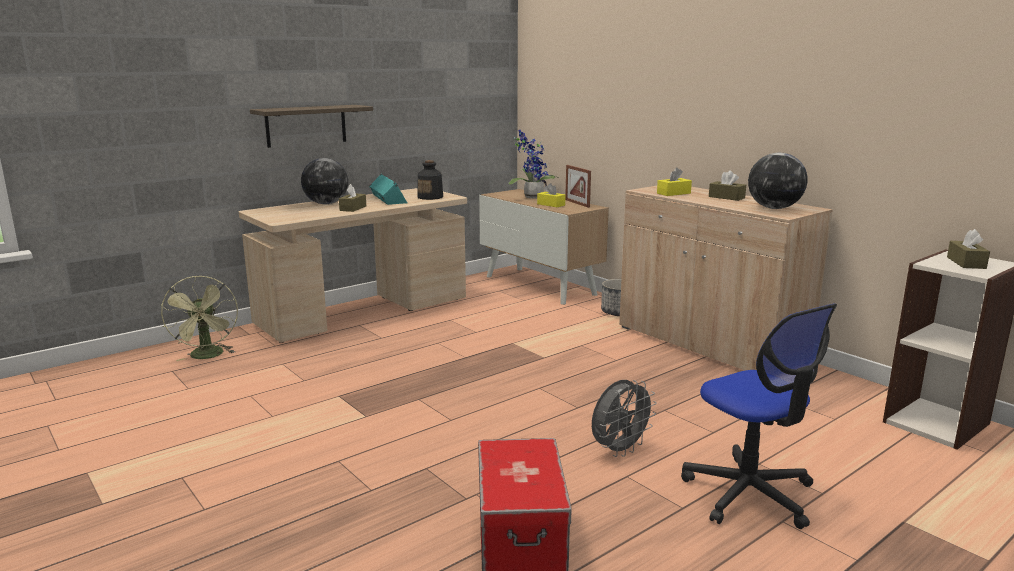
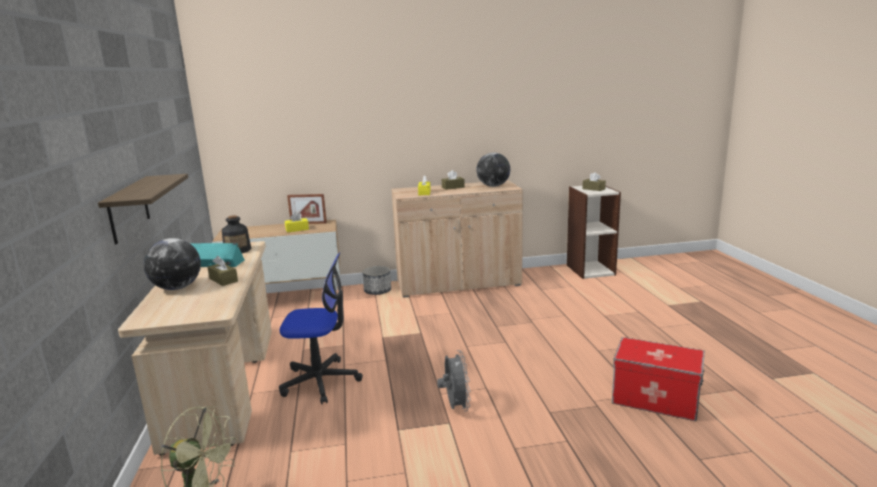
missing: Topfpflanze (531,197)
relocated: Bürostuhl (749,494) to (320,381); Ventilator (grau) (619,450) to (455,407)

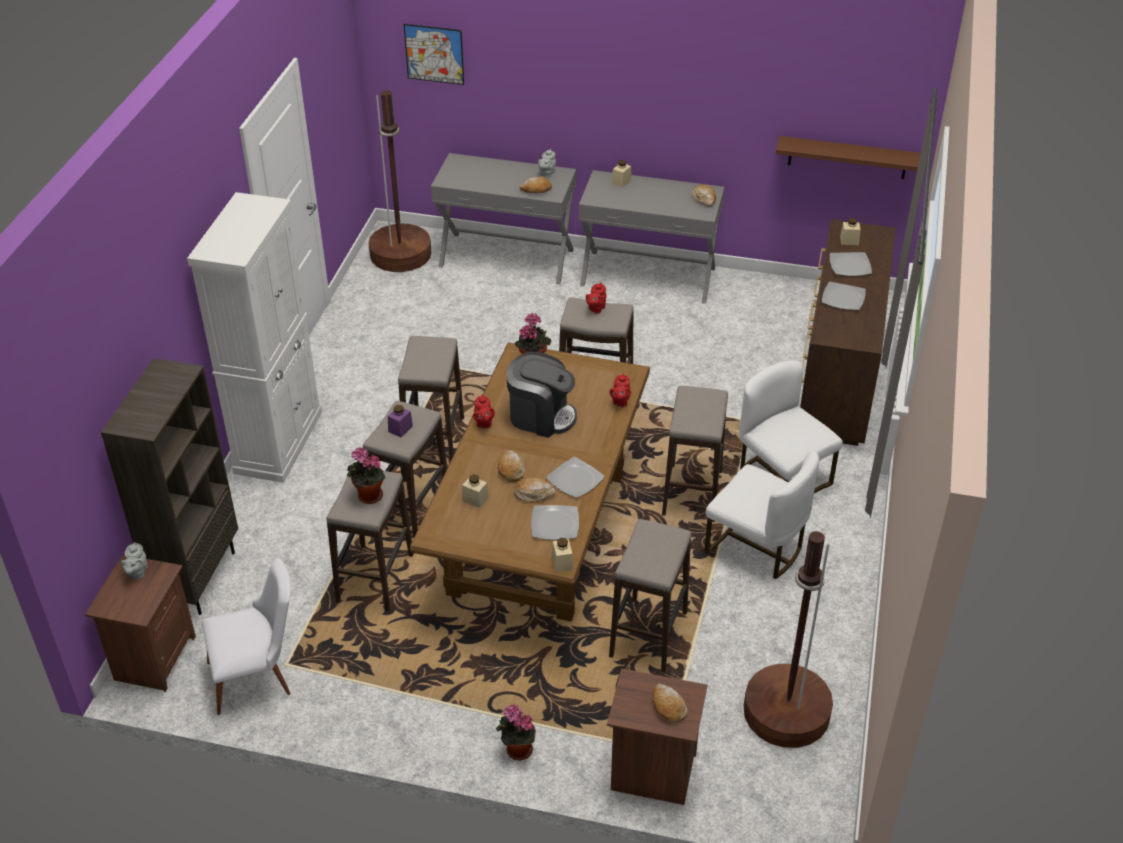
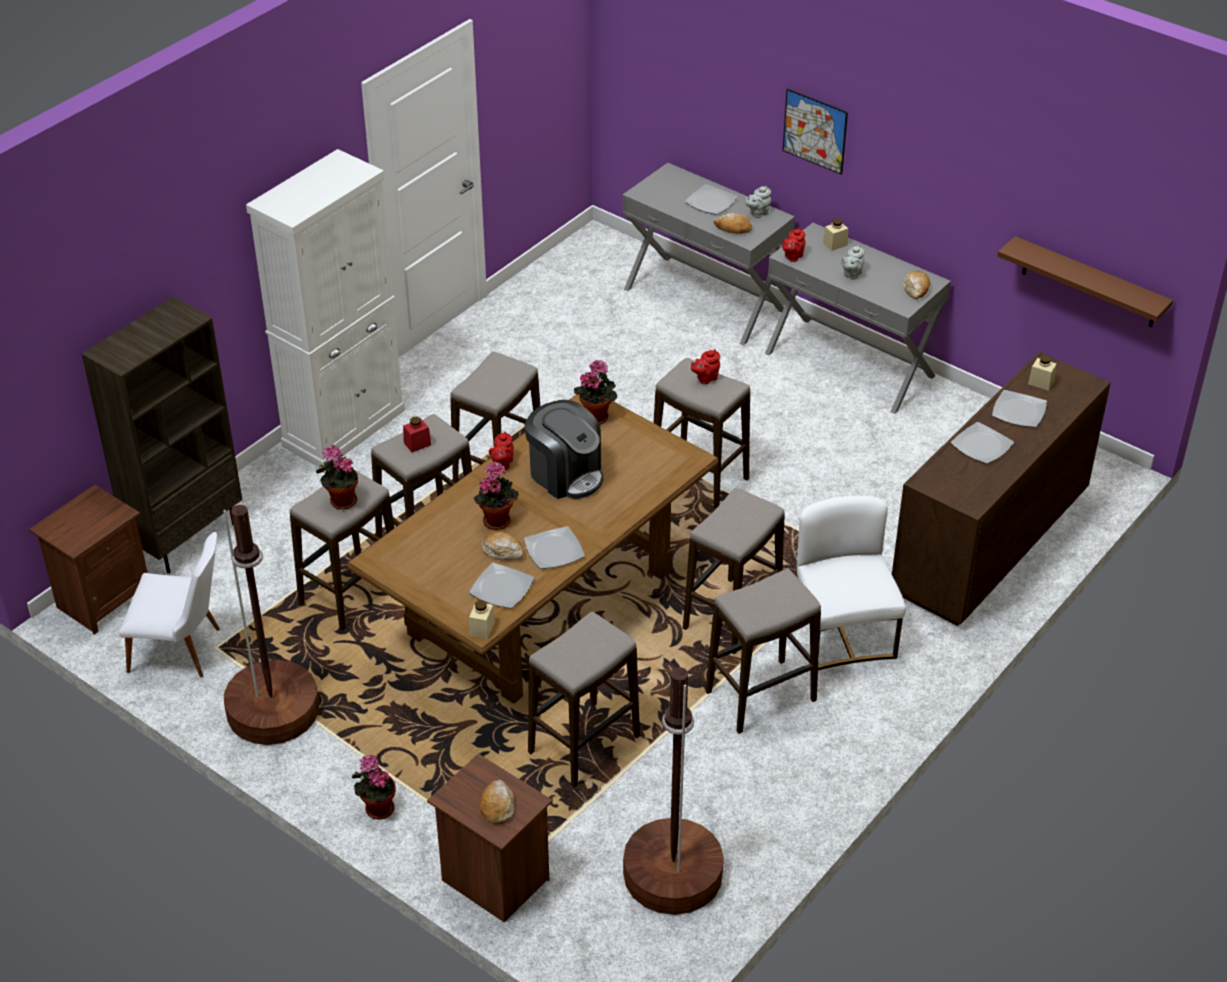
missing: Vorratsglas (beige) (475,499)
appeared: Teller (710,202)
relocated: Bild (434,54) to (815,131); Stehlampe (braun) (401,254) to (273,710); Teekanne (rot) (620,402) to (792,257); Teekanne (grau) (137,573) to (851,274)
exchanged: Brot (511,470) to Topfpflanze (496,519); Stuhl (weiß) (756,548) to Hocker (761,696)
colour: Vorratsglas (lila) (400,429) to Vorratsglas (rot) (417,444)

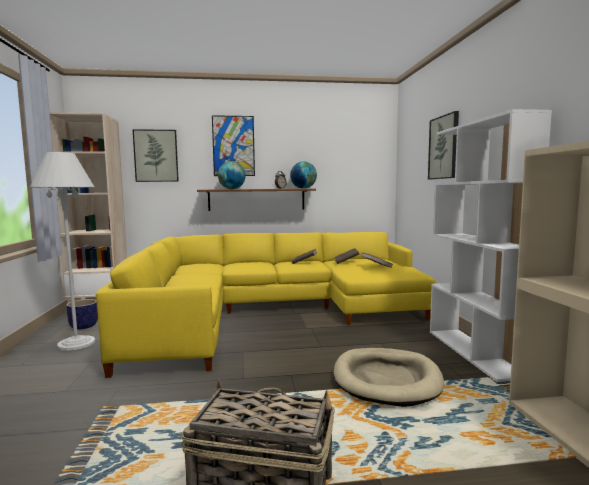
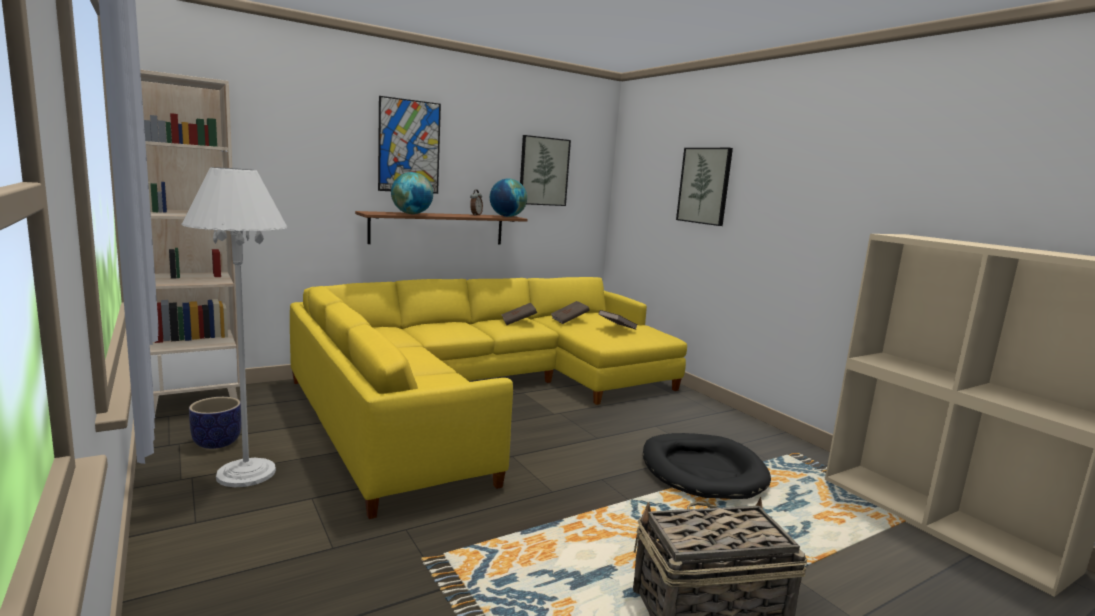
missing: Bücherregal (weiß) (475,352)
relocated: Bild (156,156) to (543,171)
colour: Hundebett (beige) (386,379) to Hundebett (schwarz) (702,470)

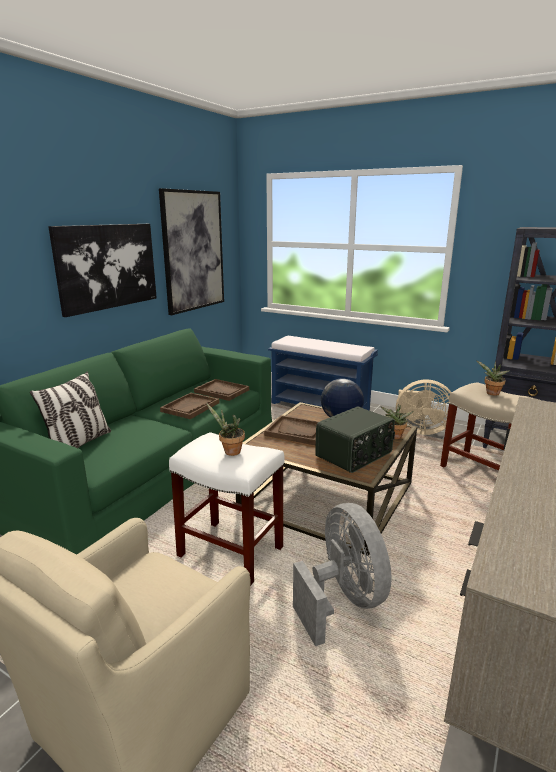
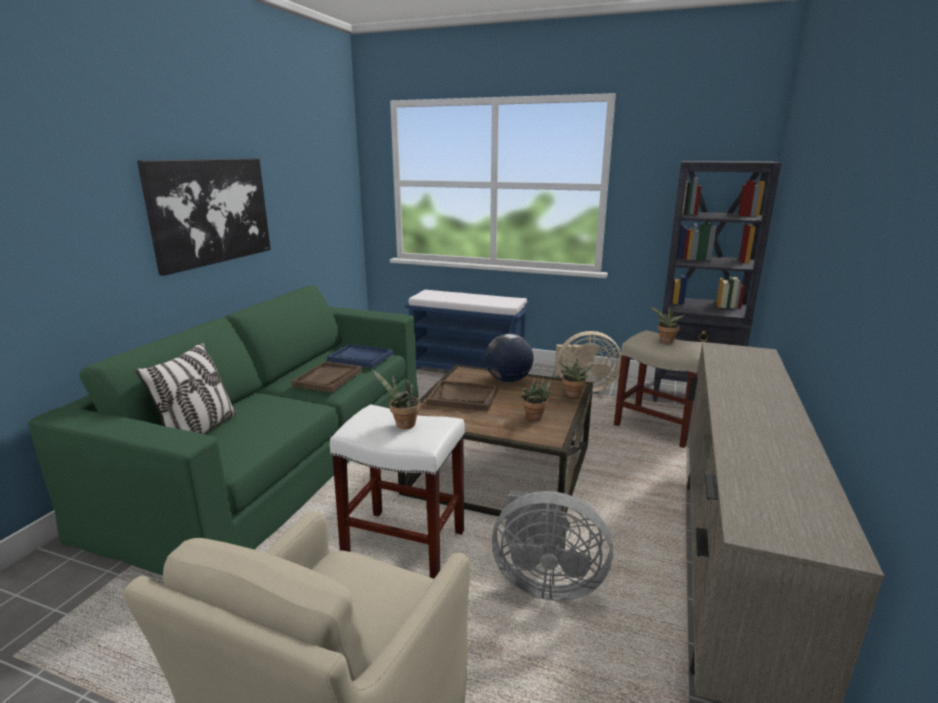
missing: Bild (193,251)
exchanged: Radio (355,455) to Topfpflanze (535,418)
colour: Tablett (braun) (222,391) to Tablett (blau) (361,357)
spun: Ventilator (grau) (343,600) = (545,582) 135 degrees clockwise

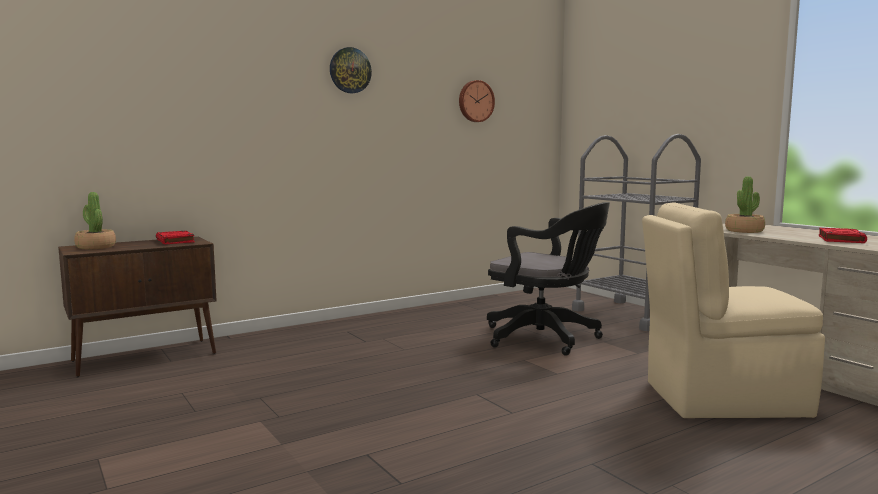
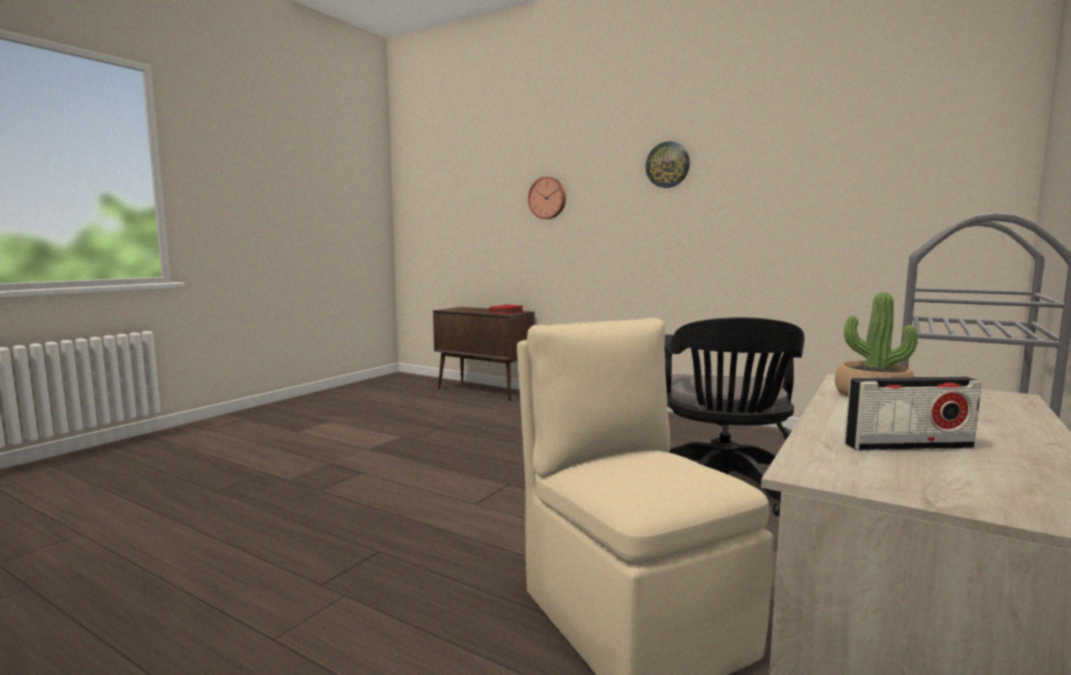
missing: Topfpflanze (95,247)
relocated: Wanduhr (475,101) to (548,198)
exchanged: Buch (rot) (840,239) to Radio (908,446)

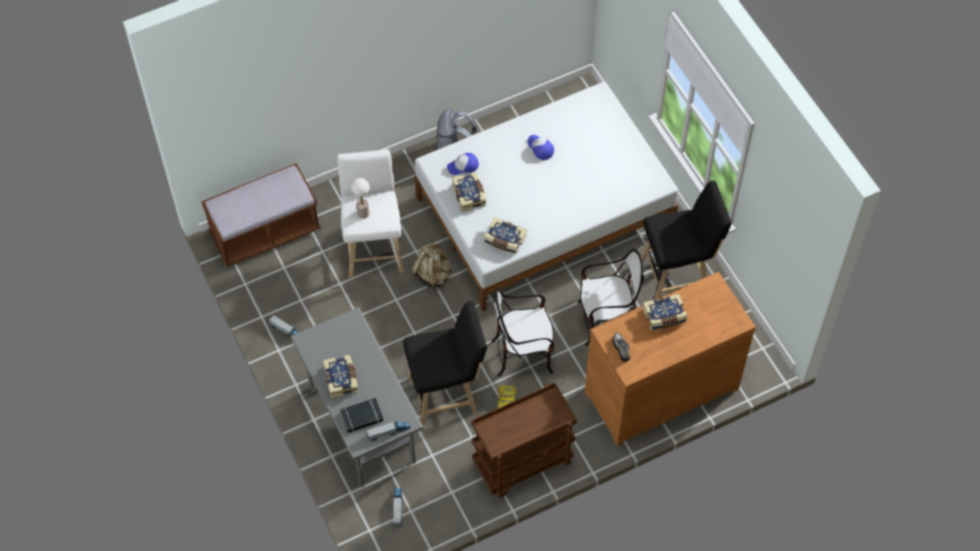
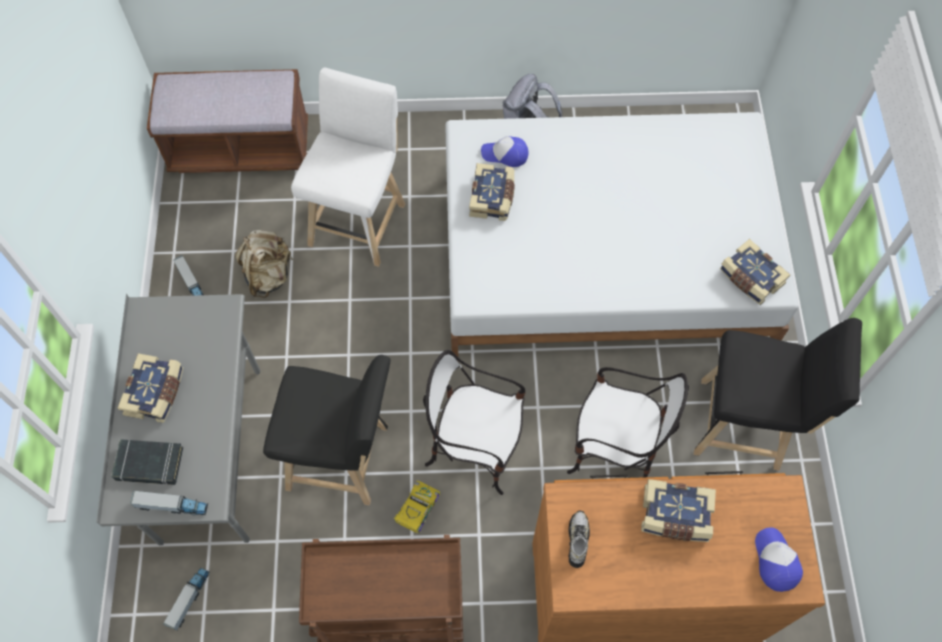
missing: Tischlampe (363,213)
relocated: Kappe (540,148) to (775,561); Buch (504,240) to (750,278); Rucksack (beige) (433,275) to (268,275)

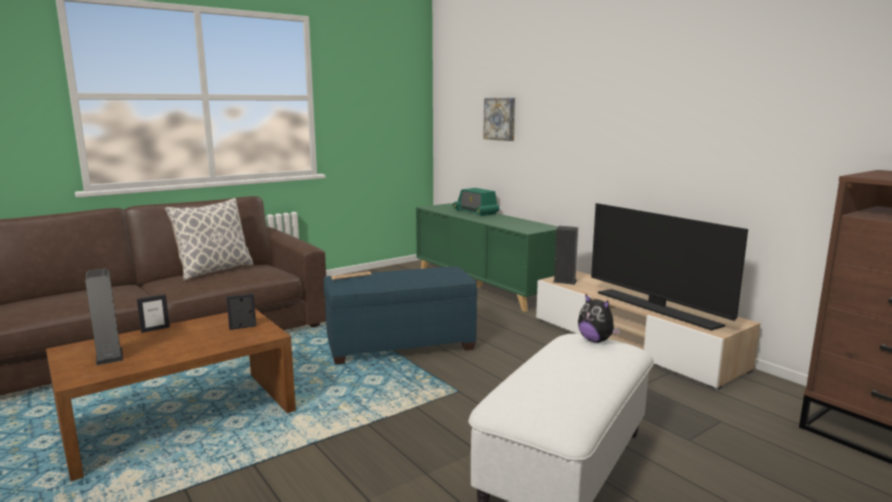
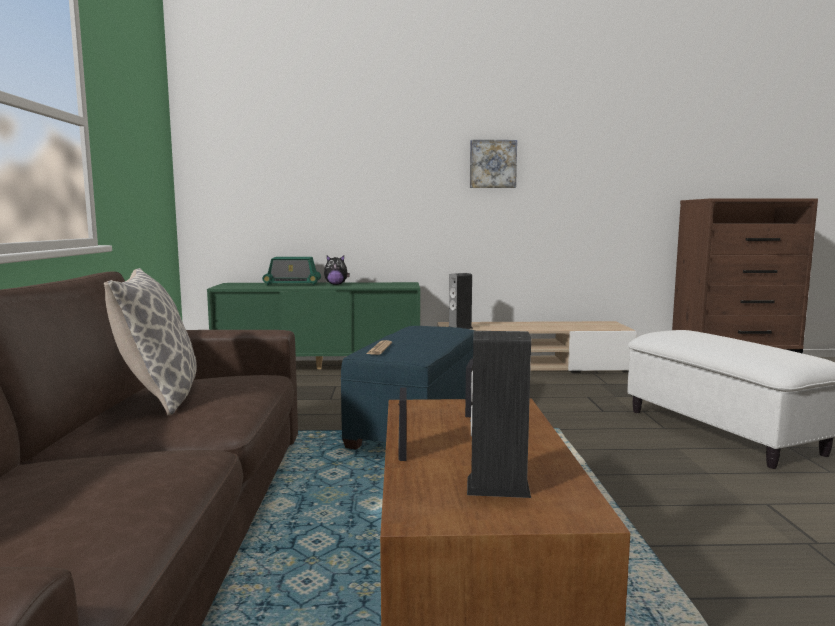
missing: Fernseher (657,309)
relocated: Bild (500,119) to (492,164); Plüschtier (596,340) to (336,284)

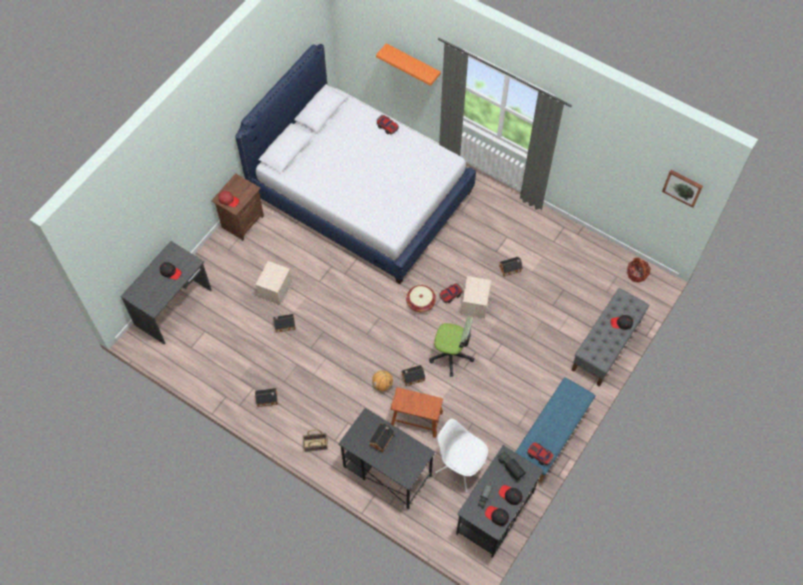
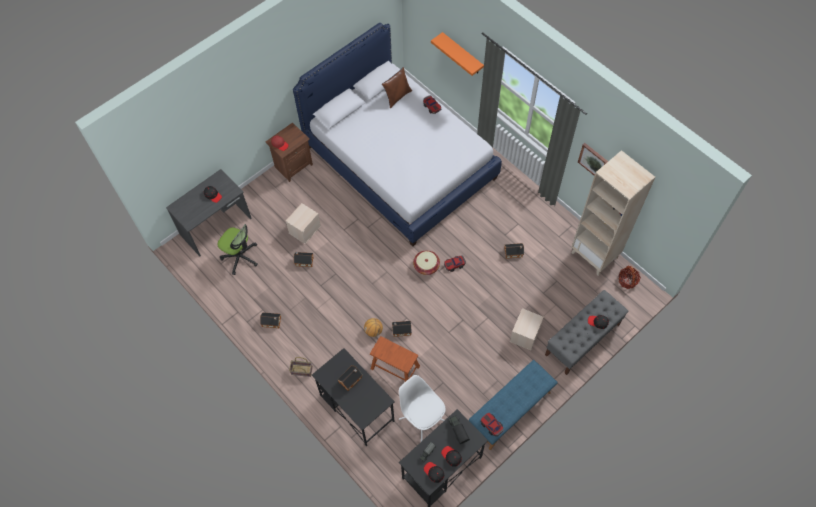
appeared: Kissen (braun) (397,96); Bücherregal (beige) (595,255)
relocated: Bild (682,187) to (593,161); Aufbewahrungsbox (beige) (475,304) to (525,335); Bürostuhl (451,355) to (240,257)

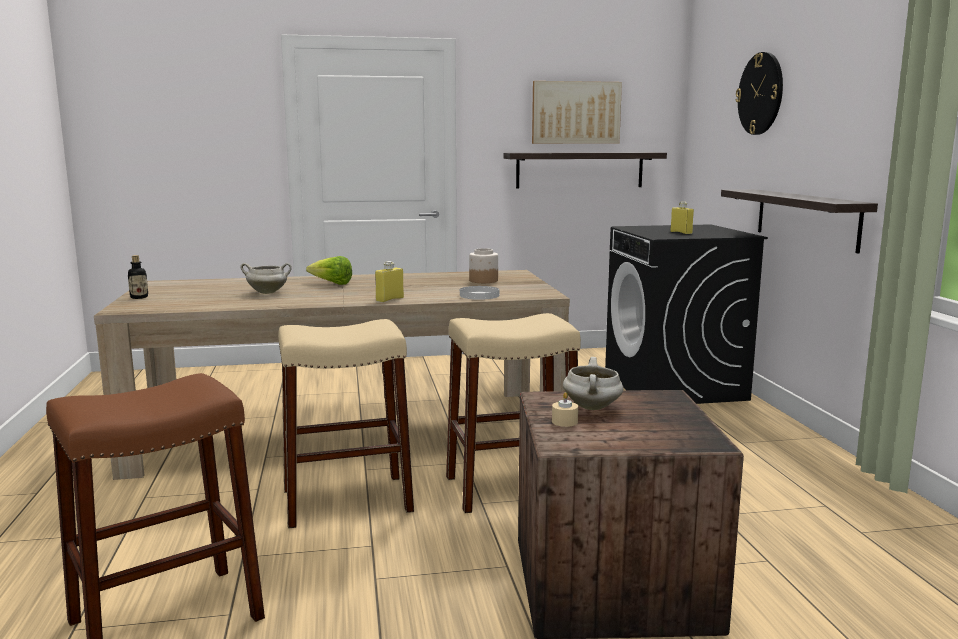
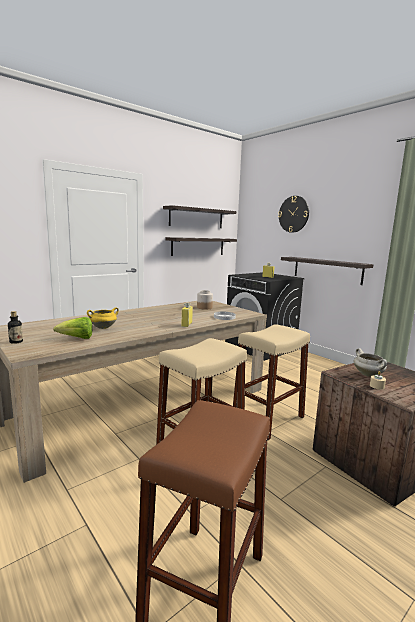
relocated: Salatkopf (332,284) to (77,338)
exchanged: Bild (576,112) to Wandregal (196,218)
colour: Kochtopf (weiß) (268,292) to Kochtopf (gelb) (103,327)

